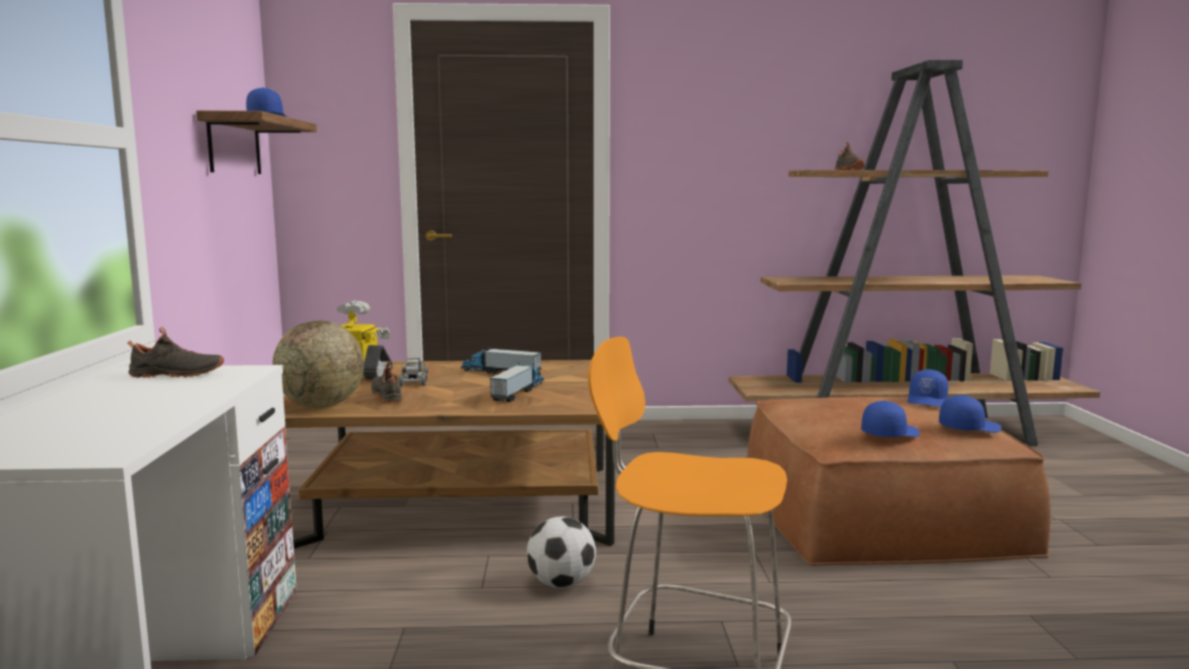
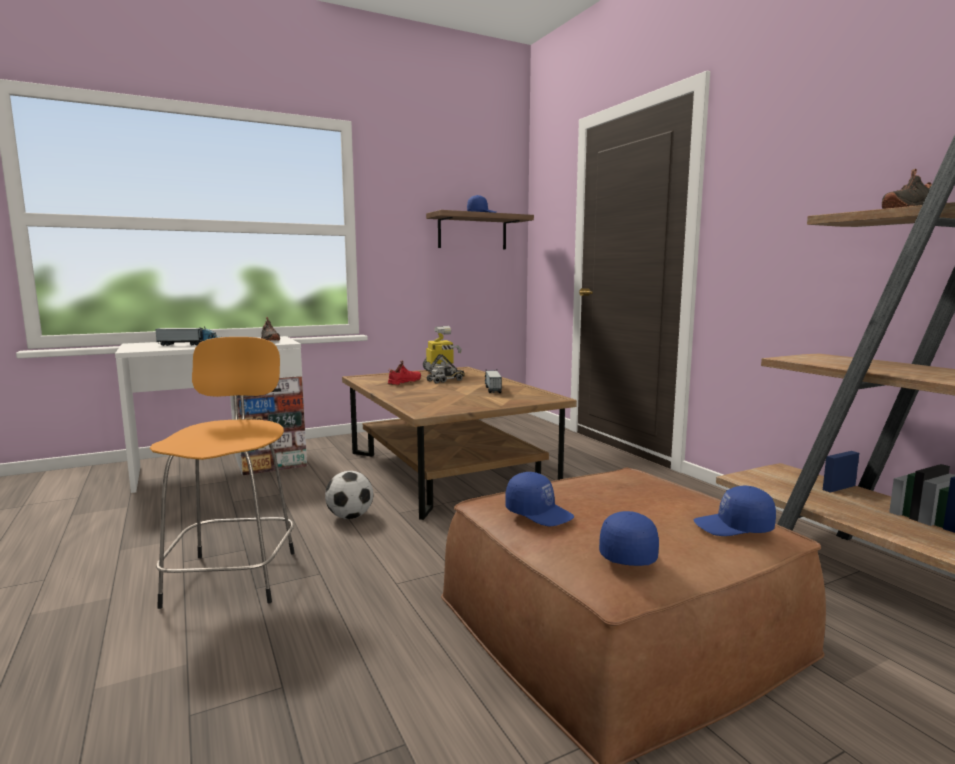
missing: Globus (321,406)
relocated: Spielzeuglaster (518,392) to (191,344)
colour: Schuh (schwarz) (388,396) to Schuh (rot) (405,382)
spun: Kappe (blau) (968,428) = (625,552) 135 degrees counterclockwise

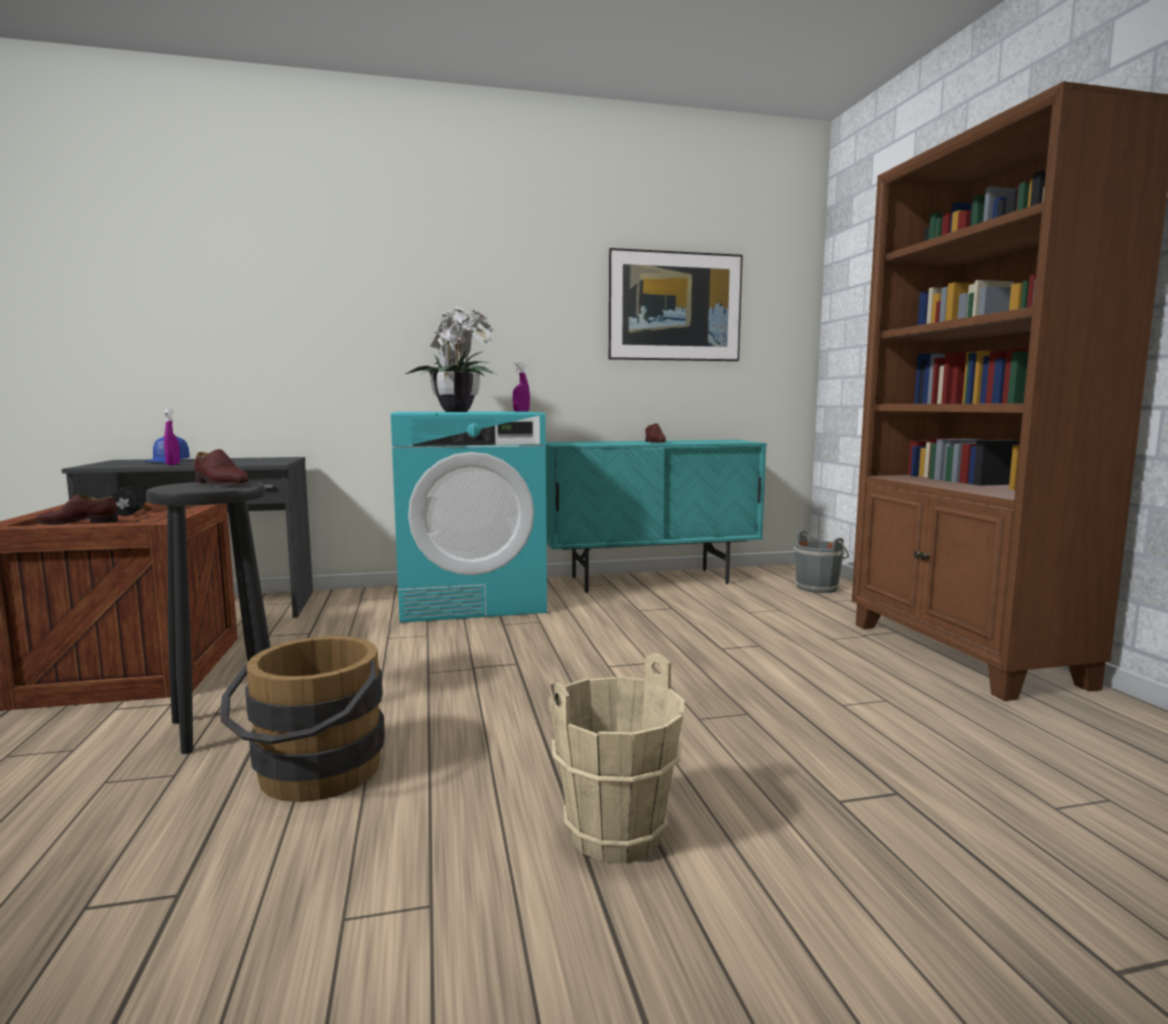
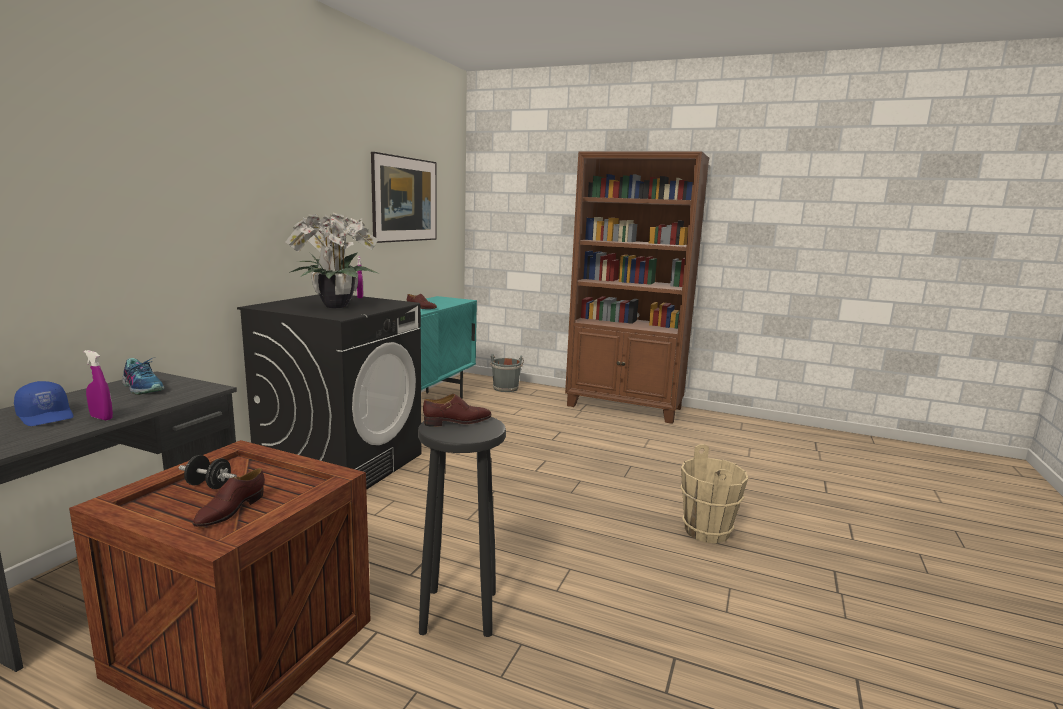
missing: Eimer (braun) (313,776)
appeared: Schuh (143,387)
colour: Waschmaschine (türkis) (471,599) to Waschmaschine (schwarz) (342,464)

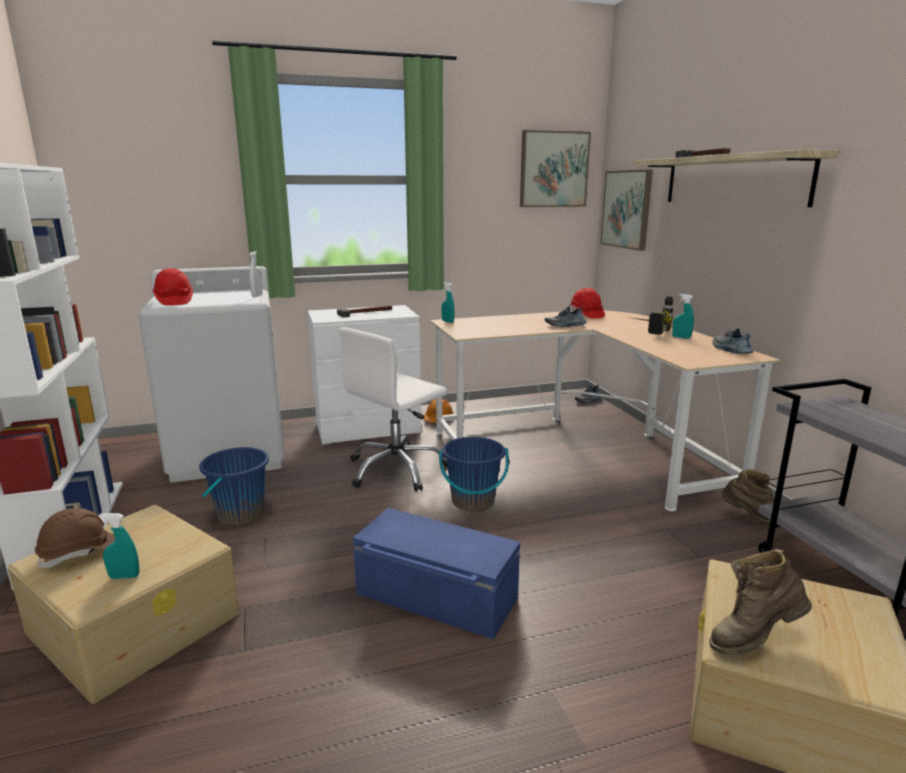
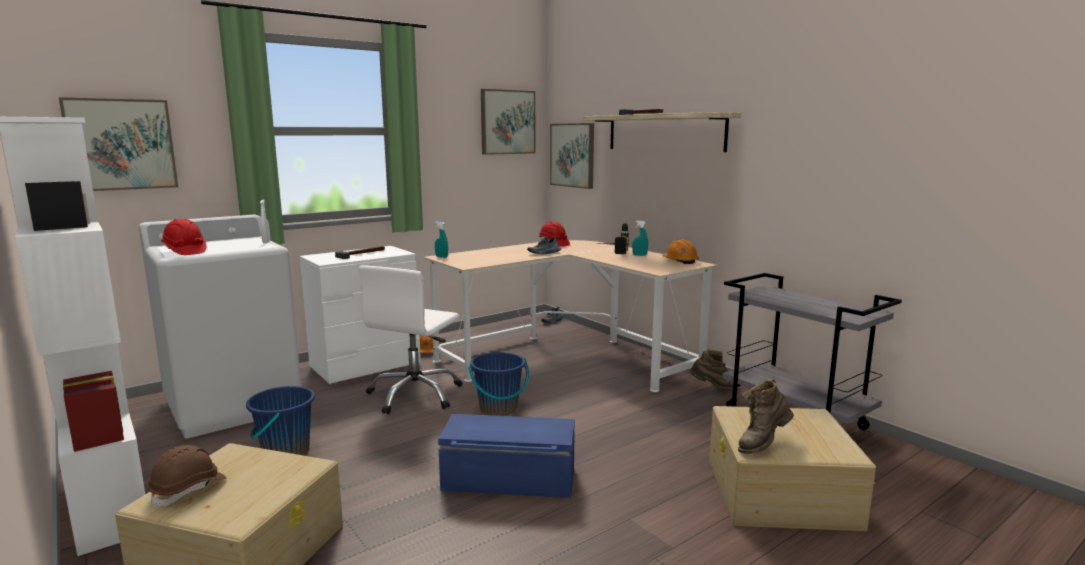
missing: Sprühflasche (türkis) (124,576)
appeared: Bild (121,144)
exchanged: Schuh (730,350) to Schutzhelm (orange) (680,261)

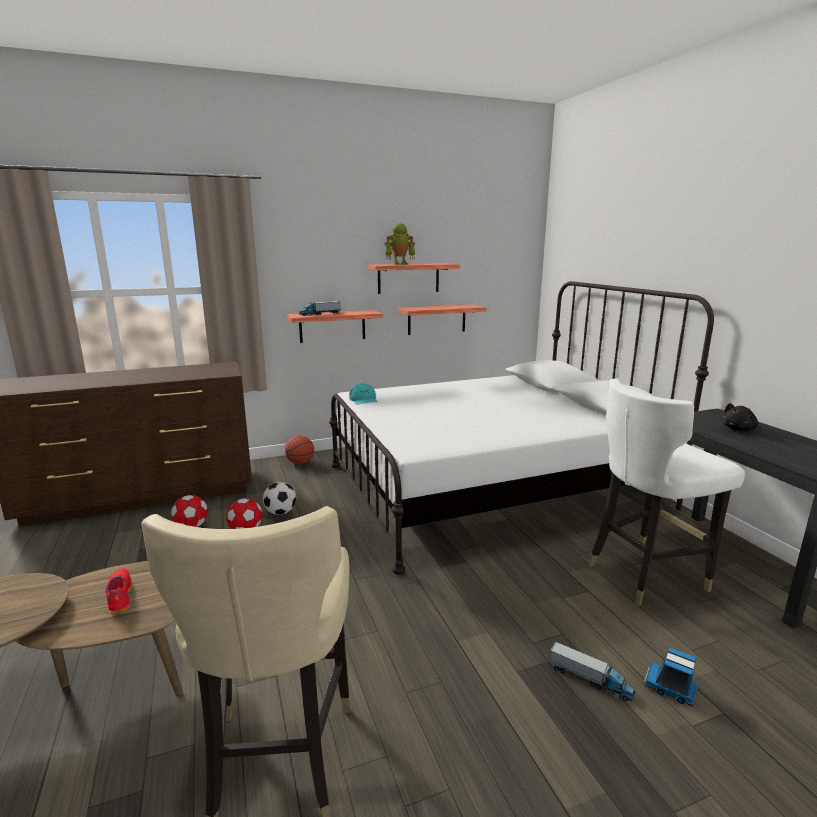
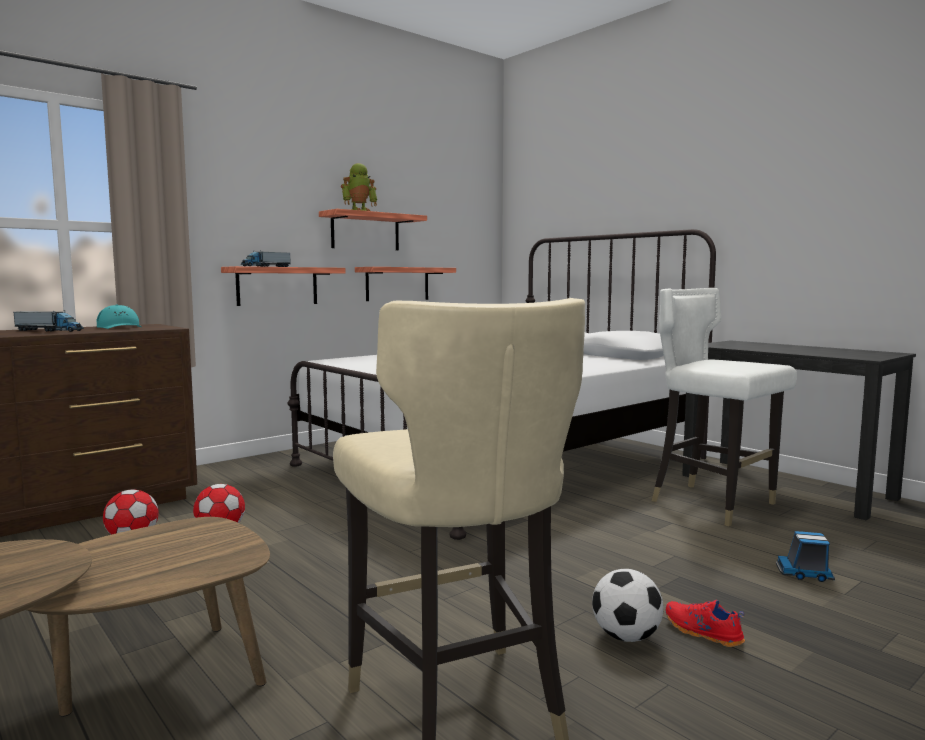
missing: Plüschtier (schwarz) (739,429); Basketball (300,463)
relocated: Kappe (türkis) (364,400) to (120,327); Fußball (280,512) to (626,637); Schuh (rot) (118,597) to (702,632); Spielzeuglaster (590,680) to (49,330)
spun: Stuhl (weiß) (645,574) = (714,504) 90 degrees clockwise

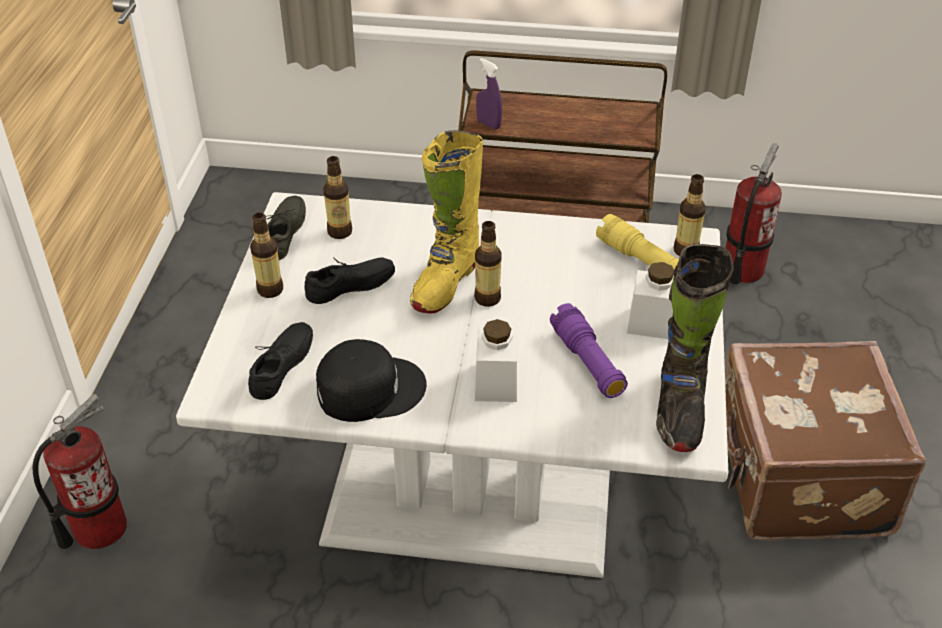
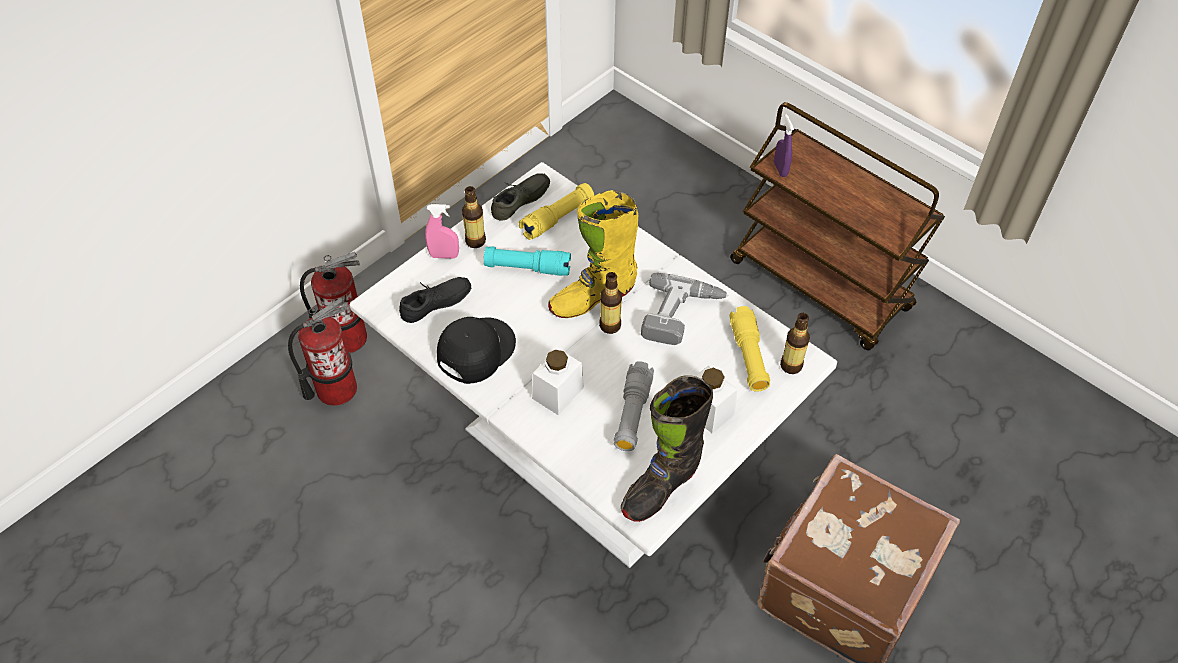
appeared: Sprühflasche (rosa) (444,255); Bohrmaschine (682,316)
relocated: Feuerlöscher (741,270) to (336,389)
exchanged: Flasche (340,232) to Taschenlampe (gelb) (557,218); Schuh (schwarz) (351,288) to Taschenlampe (türkis) (527,268)
colour: Taschenlampe (lila) (587,362) to Taschenlampe (grau) (632,413)
spun: Kappe (schwarz) (369,388) = (475,350) 75 degrees counterclockwise

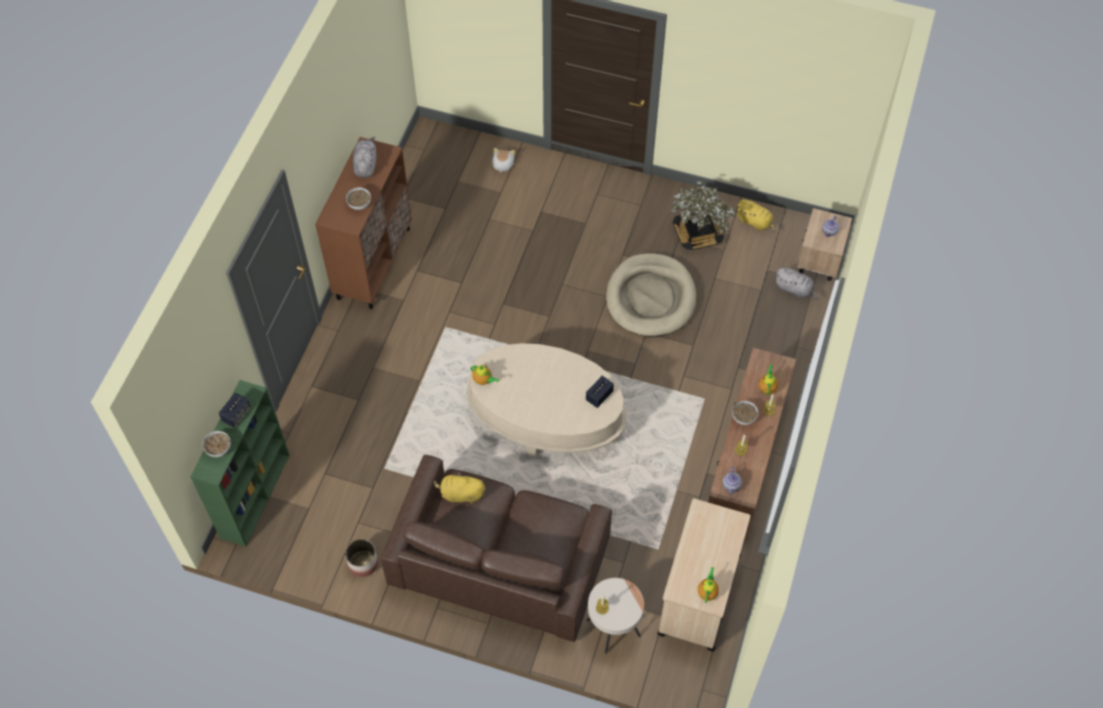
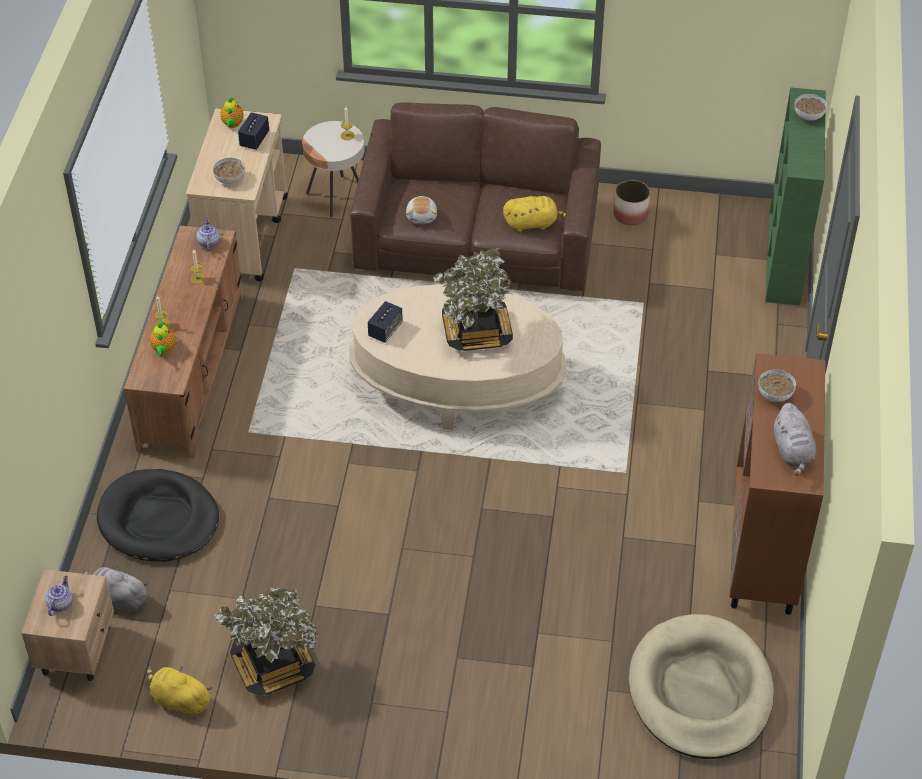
missing: Teekanne (483,380)
appeared: Topfpflanze (476,332); Hundebett (schwarz) (158,520)
relocated: Plüschtier (502,165) to (422,216); Hundebett (beige) (650,298) to (700,691); Lautsprecher (236,415) to (254,139); Schüssel (743,417) to (230,179)

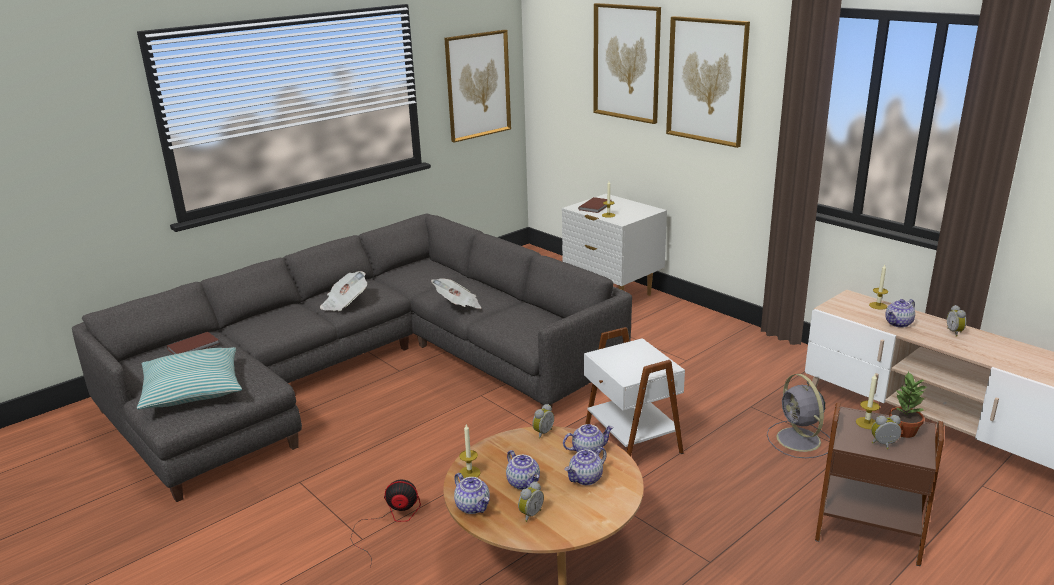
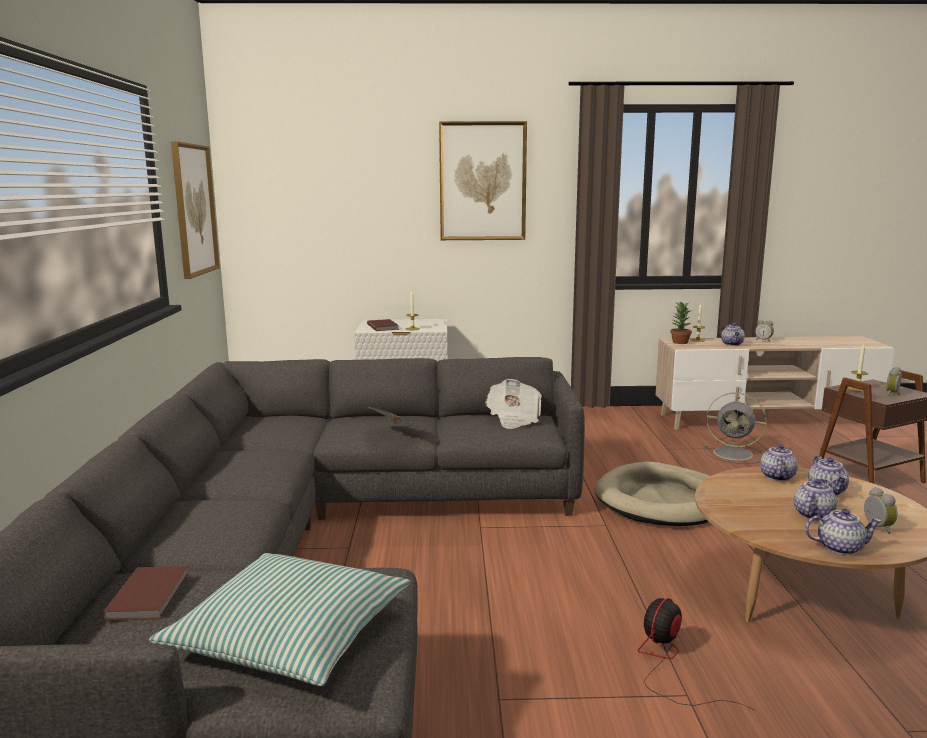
missing: Bild (627,62); Wecker (542,433); Kerze (469,473)
relocated: Zeitung (345,304) to (513,419); Topfpflanze (903,431) to (679,342)
exchanged: Beistelltisch (weiß) (630,442) to Hundebett (beige) (663,501)
spun: Teekanne (524,483) = (812,514) 60 degrees counterclockwise

